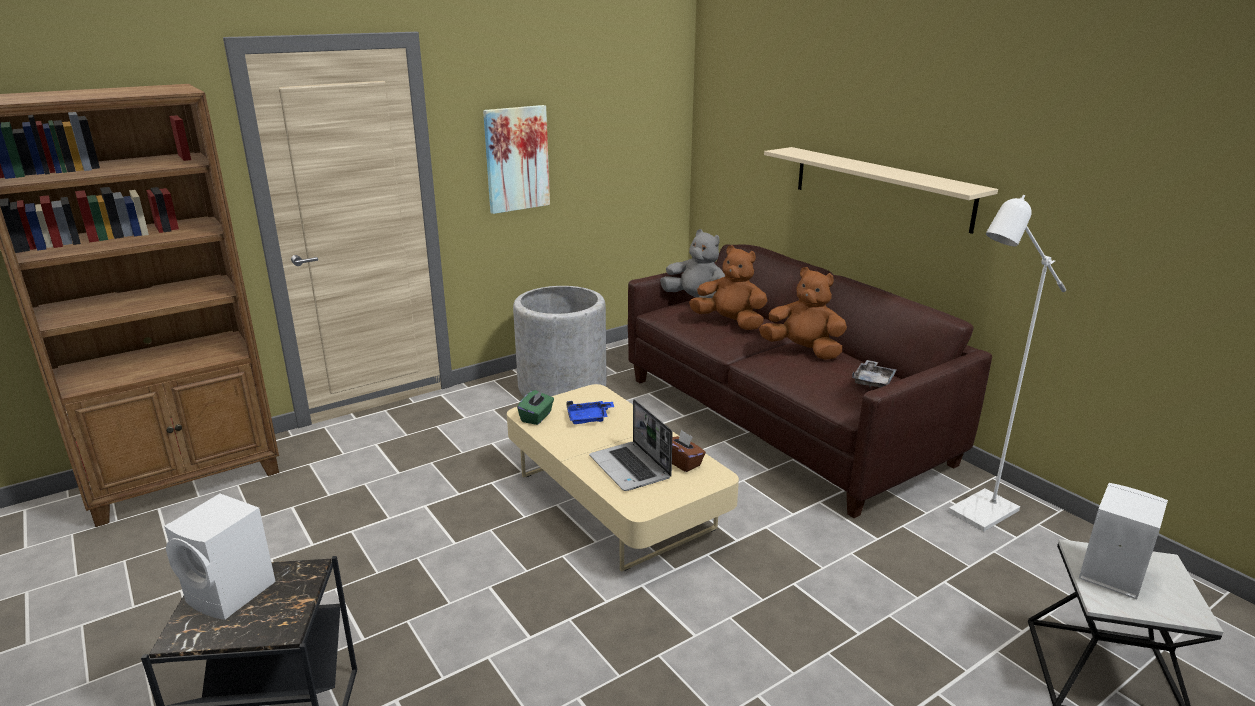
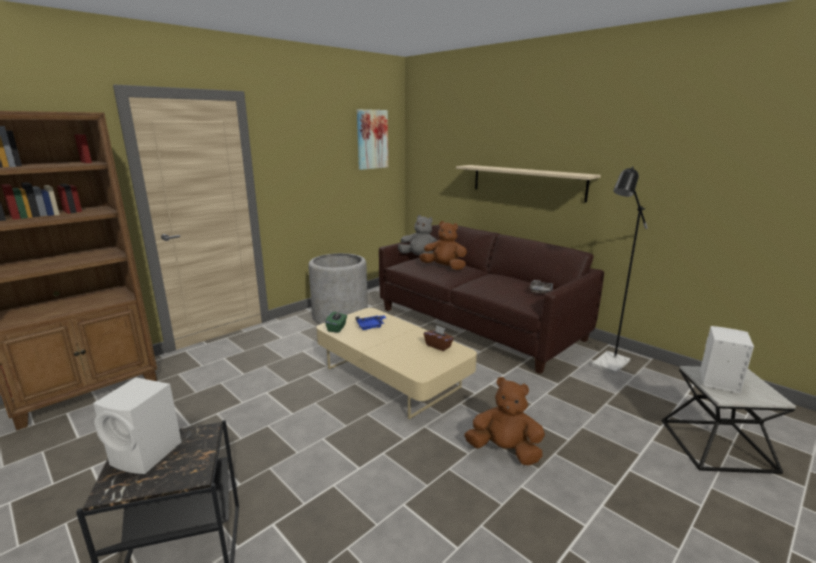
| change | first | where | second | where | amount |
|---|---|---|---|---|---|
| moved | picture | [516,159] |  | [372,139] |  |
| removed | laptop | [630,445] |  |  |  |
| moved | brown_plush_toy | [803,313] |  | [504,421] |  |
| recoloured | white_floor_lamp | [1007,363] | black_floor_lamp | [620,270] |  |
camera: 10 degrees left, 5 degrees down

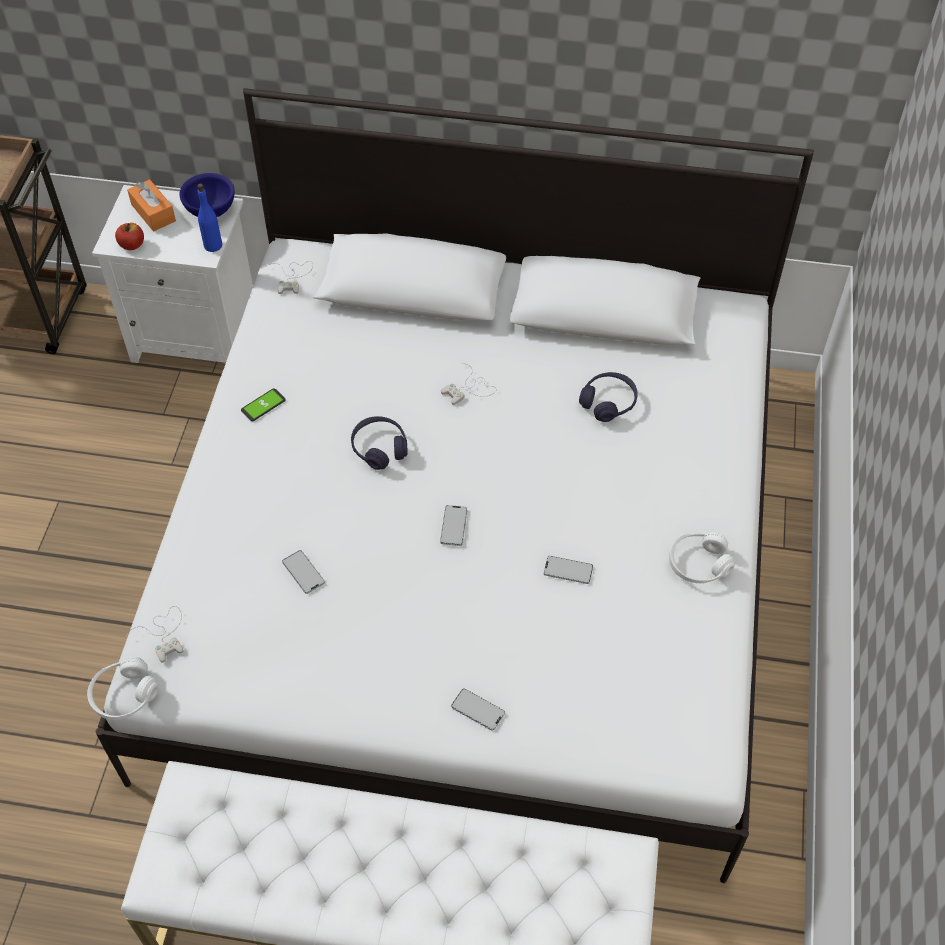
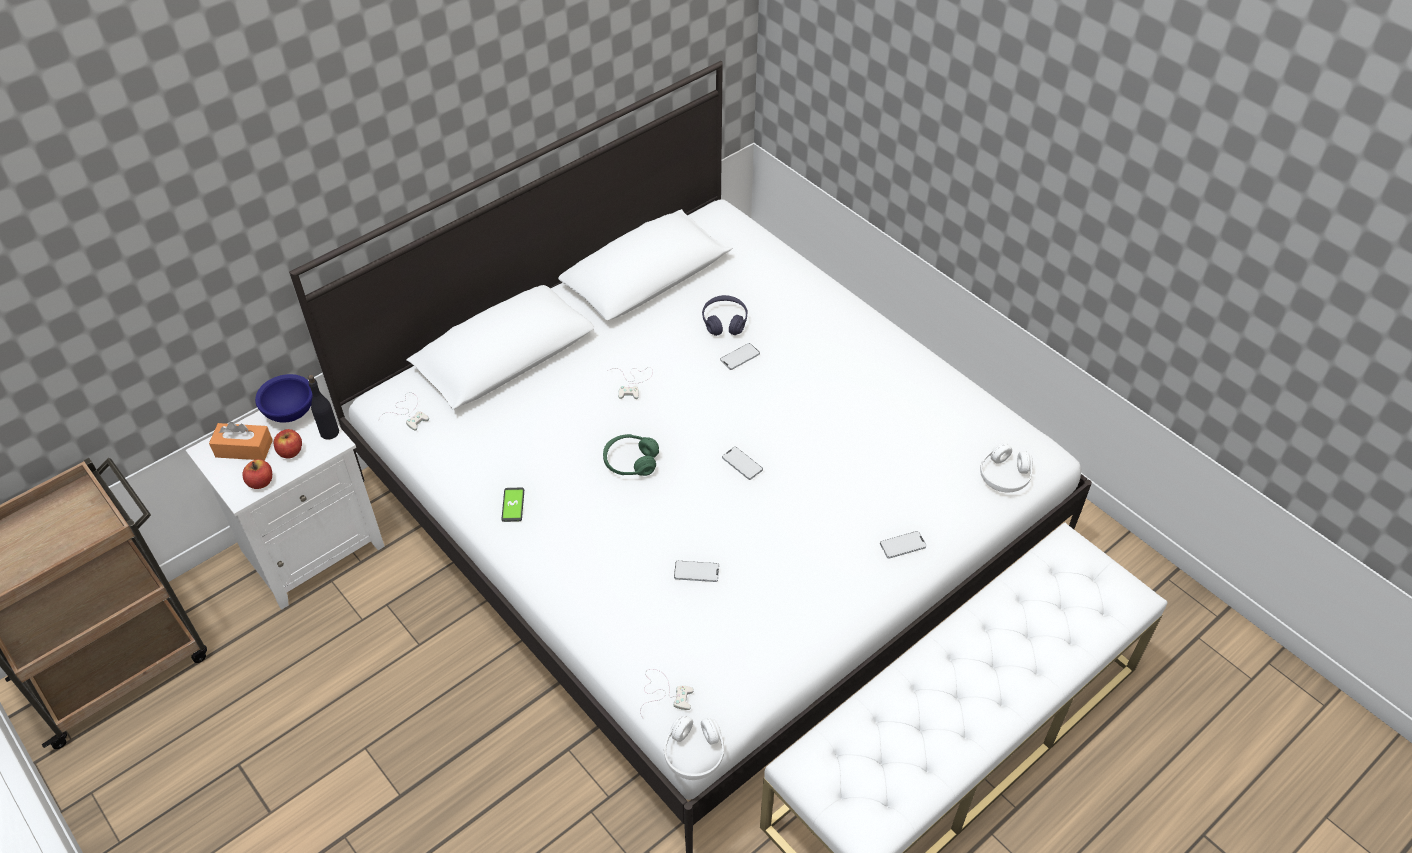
| change | first | where | second | where | amount |
|---|---|---|---|---|---|
| recoloured | blue_bottle | [209,218] | black_bottle | [323,407] |  |
| recoloured | purple_headphones | [379,443] | green_headphones | [631,455] |  |
| moved | phone | [568,570] |  | [740,356] |  |
| moved | white_headphones | [702,558] |  | [1006,467] |  |
| added |  |  | apple | [288,443] |  |
camera: 50 degrees left, 5 degrees down

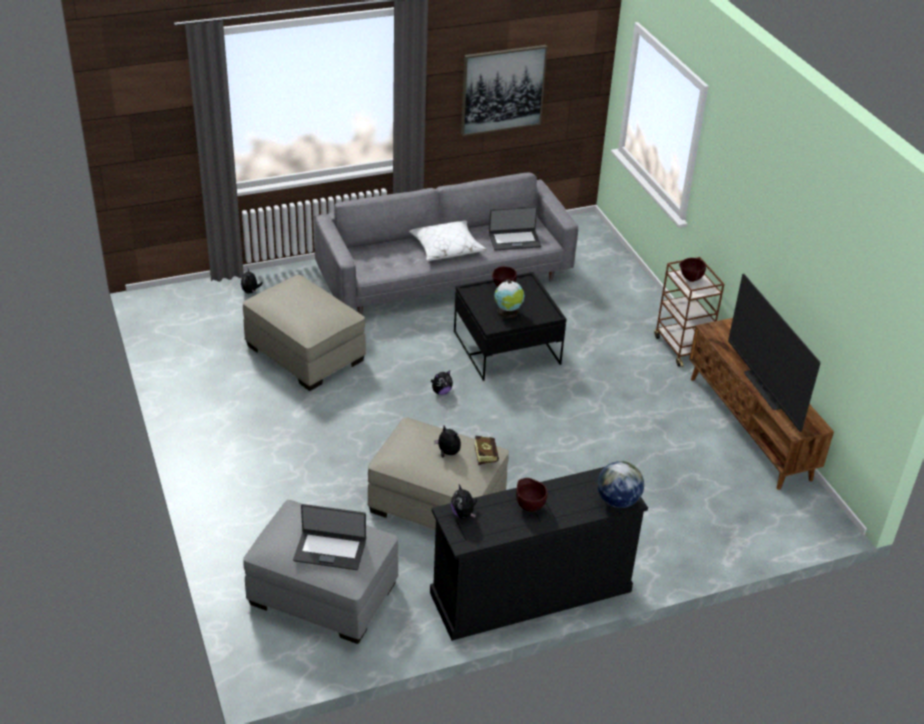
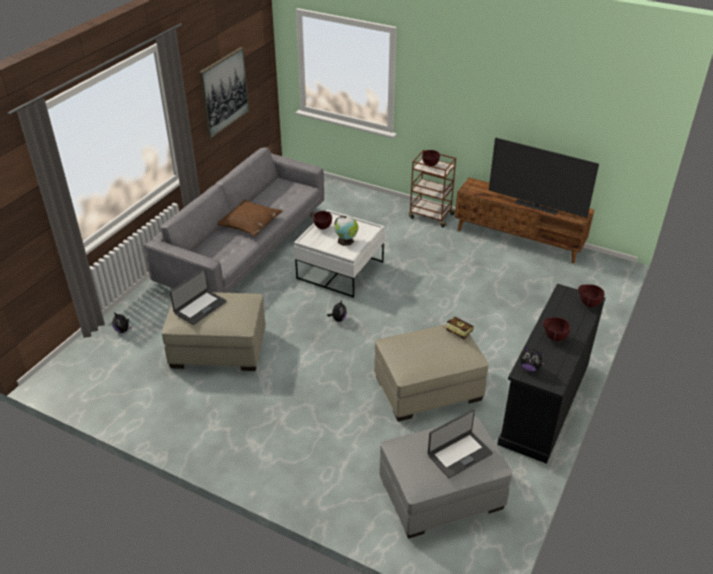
| change | first | where | second | where | amount |
|---|---|---|---|---|---|
| recoloured | white_pillow | [448,240] | brown_pillow | [250,218] |  |
| removed | plush_toy | [447,441] |  |  |  |
| recoloured | black_coffee_table | [510,326] | white_coffee_table | [339,254] |  |
| moved | laptop | [515,228] |  | [198,297] |  |
| replaced | globe | [620,484] | brown_bowl | [591,295] |  |
camera: 40 degrees left, 0 degrees up

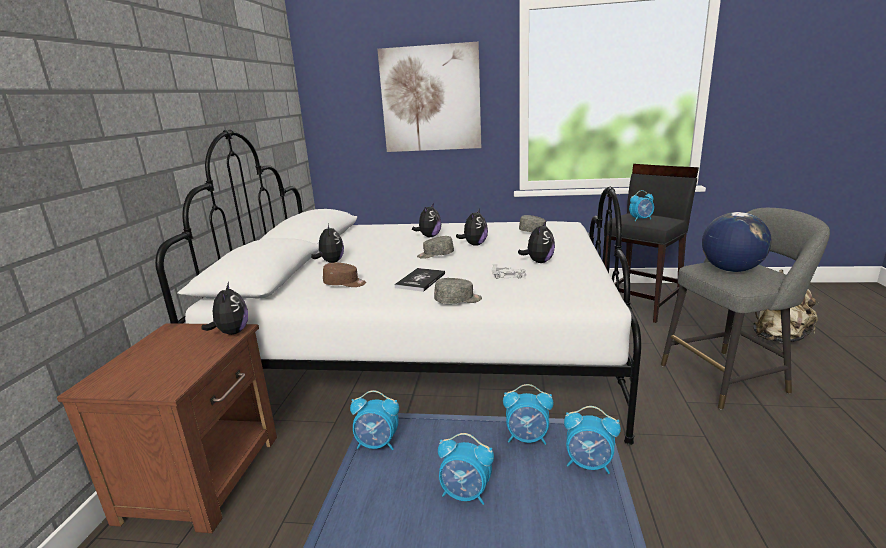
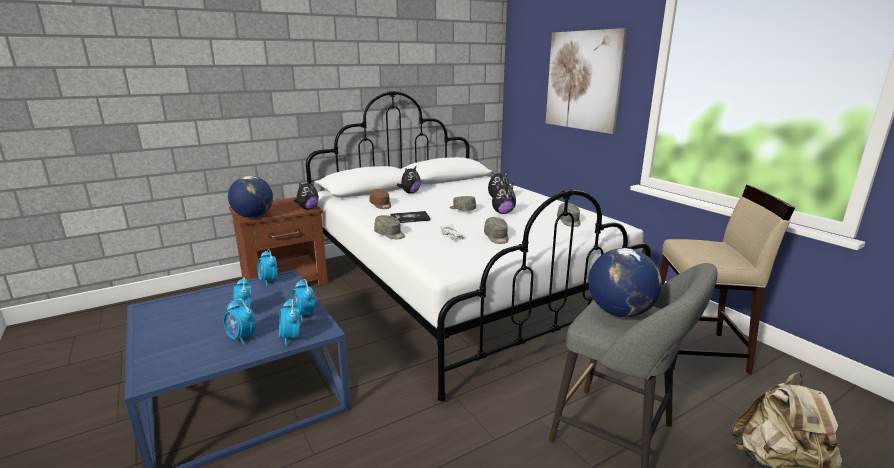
| change | first | where | second | where | amount |
|---|---|---|---|---|---|
| replaced | plush_toy | [536,242] | grey_cap | [496,230] |  |
| recoloured | black_stool | [651,243] | beige_stool | [727,279] |  |
| moved | alarm_clock | [641,205] |  | [240,322] |  |
| added |  |  | globe | [250,197] |  |
camera: 50 degrees right, 0 degrees up

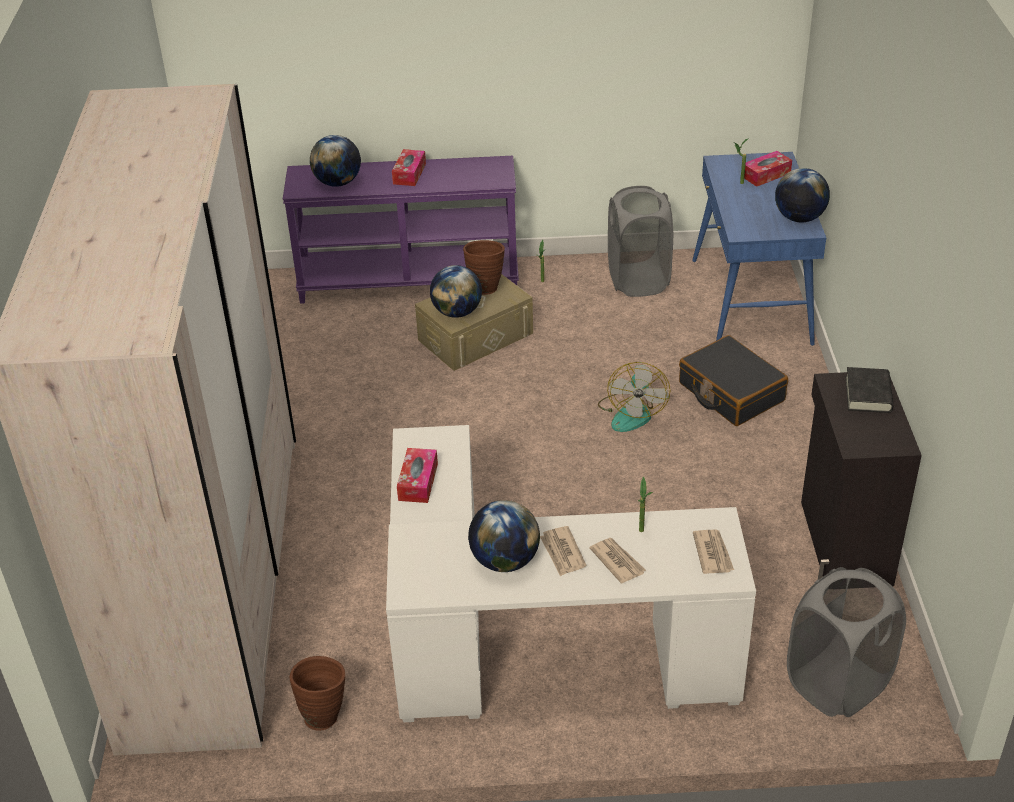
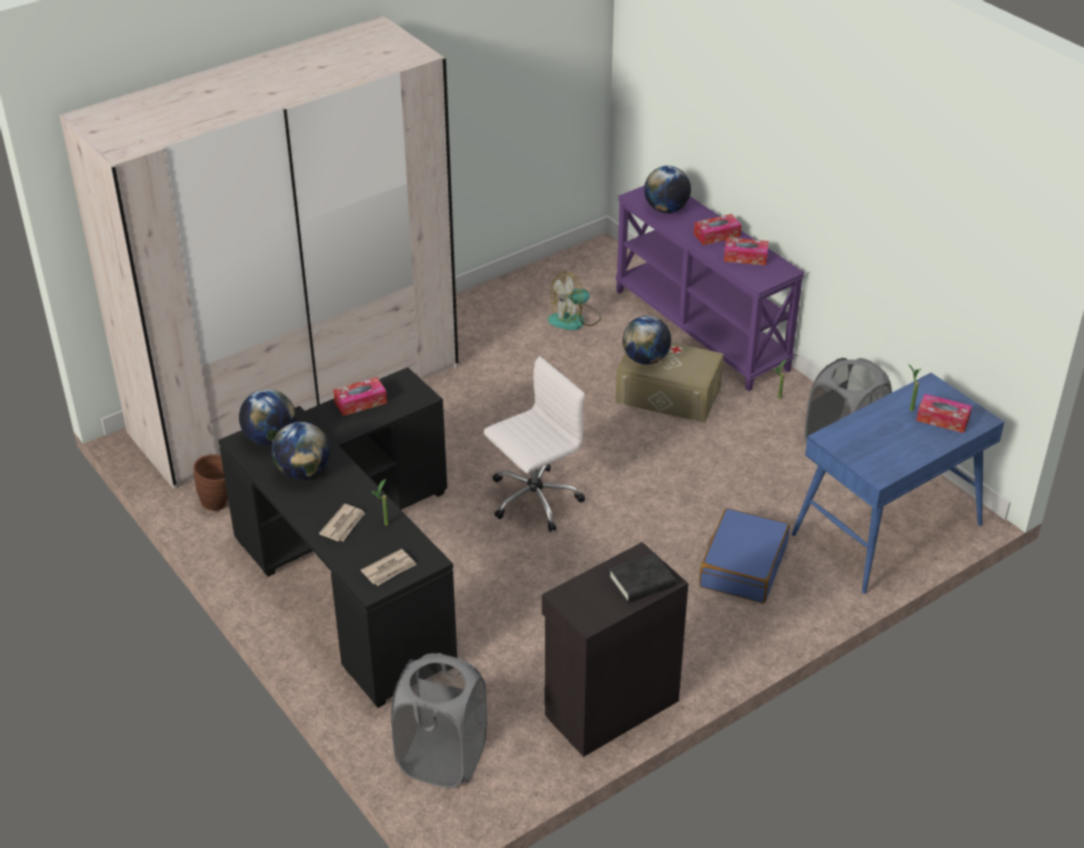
| change | first | where | second | where | amount |
|---|---|---|---|---|---|
| recoloured | white_desk | [571,573] | black_desk | [337,537] |  |
| removed | brown_vase | [484,267] |  |  |  |
| removed | newspaper | [563,551] |  |  |  |
| moved | fan | [634,397] |  | [574,300] |  |
| recoloured | black_suitcase | [733,380] | blue_suitcase | [744,555] |  |
| moved | globe | [802,195] |  | [267,417] |  |
| added |  |  | white_office_chair | [534,444] |  |
| added |  |  | tissue_box | [746,251] |  |
camera: 55 degrees right, 0 degrees up

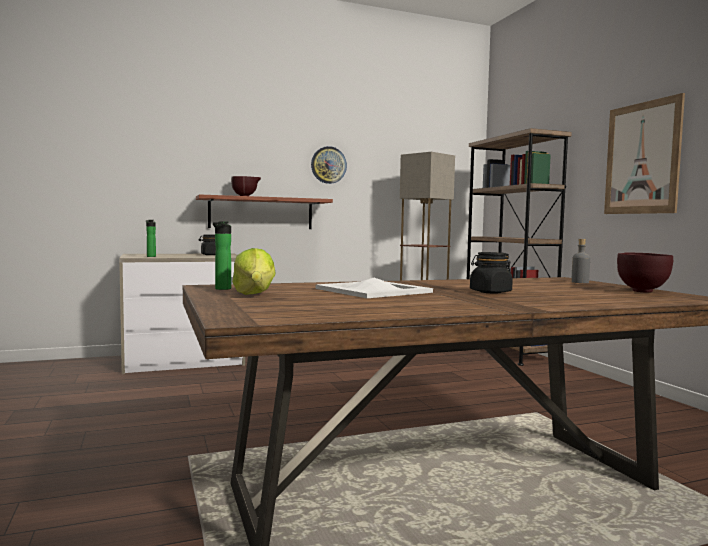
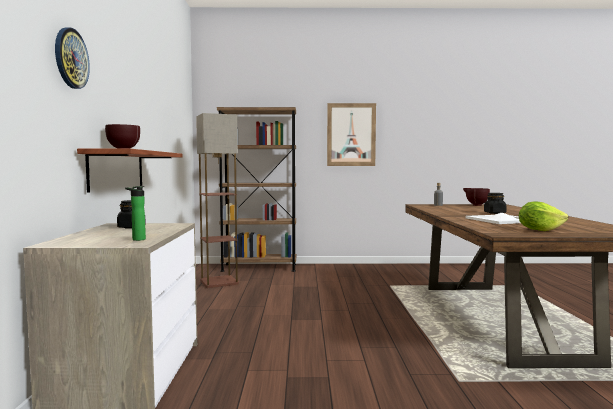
| change | first | where | second | where | amount |
|---|---|---|---|---|---|
| removed | bottle | [222,255] |  |  |  |
| moved | wall_clock | [329,165] |  | [72,58] |  |
camera: 70 degrees left, 0 degrees up

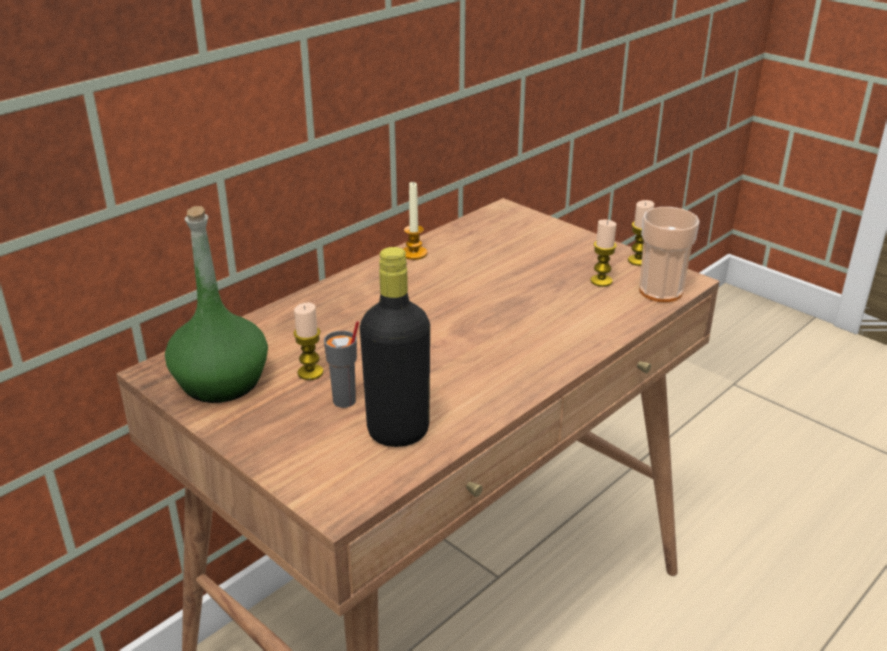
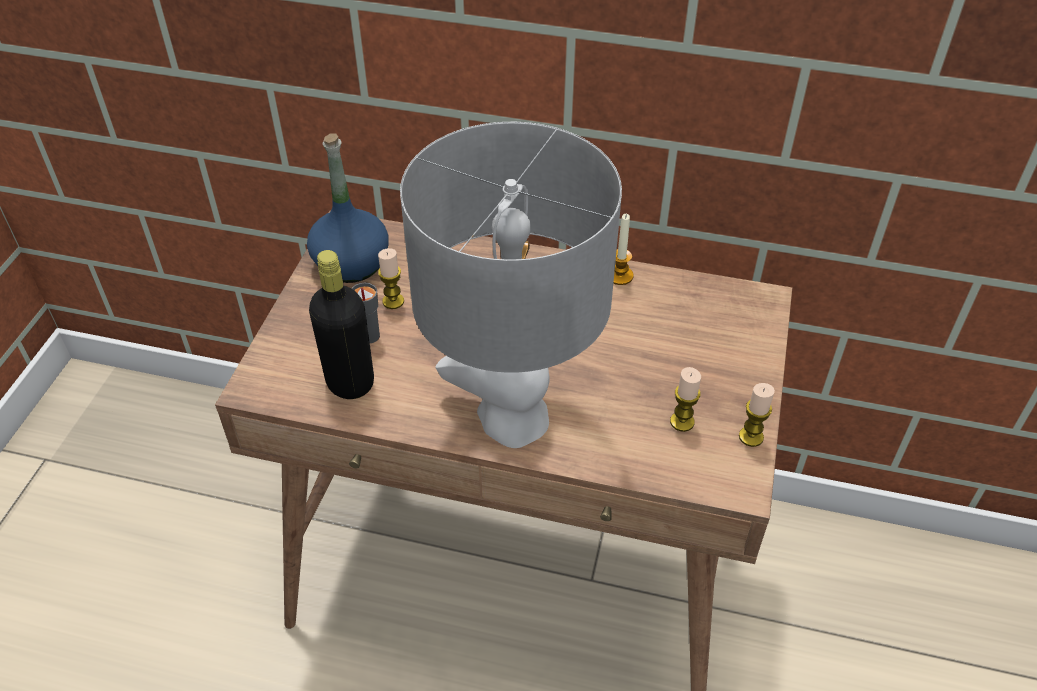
| change | first | where | second | where | amount |
|---|---|---|---|---|---|
| recoloured | green_bottle | [216,304] | blue_bottle | [348,208] |  |
| removed | cup | [669,254] |  |  |  |
| added |  |  | grey_table_lamp | [511,285] |  |
camera: 60 degrees right, 15 degrees up

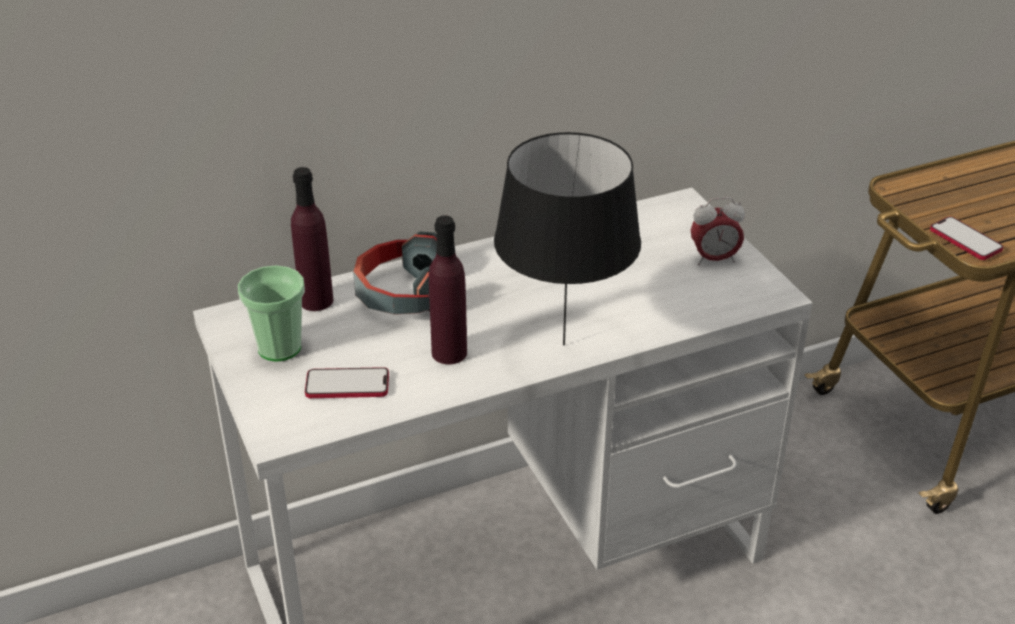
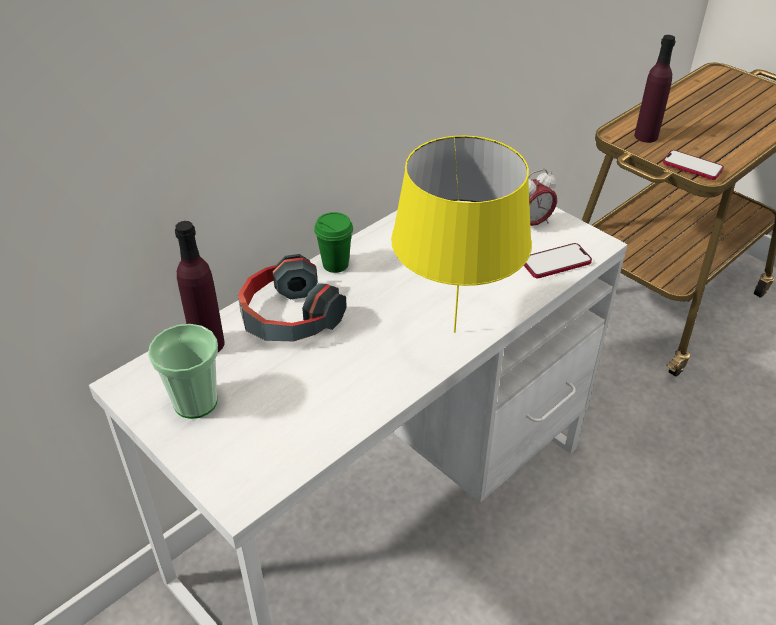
| change | first | where | second | where | amount |
|---|---|---|---|---|---|
| moved | phone | [347,382] |  | [558,260] |  |
| moved | purple_bottle | [448,289] |  | [655,89] |  |
| recoloured | black_table_lamp | [567,238] | yellow_table_lamp | [461,234] |  |
| added |  |  | green_cup | [333,242] |  |
camera: 20 degrees left, 5 degrees up

